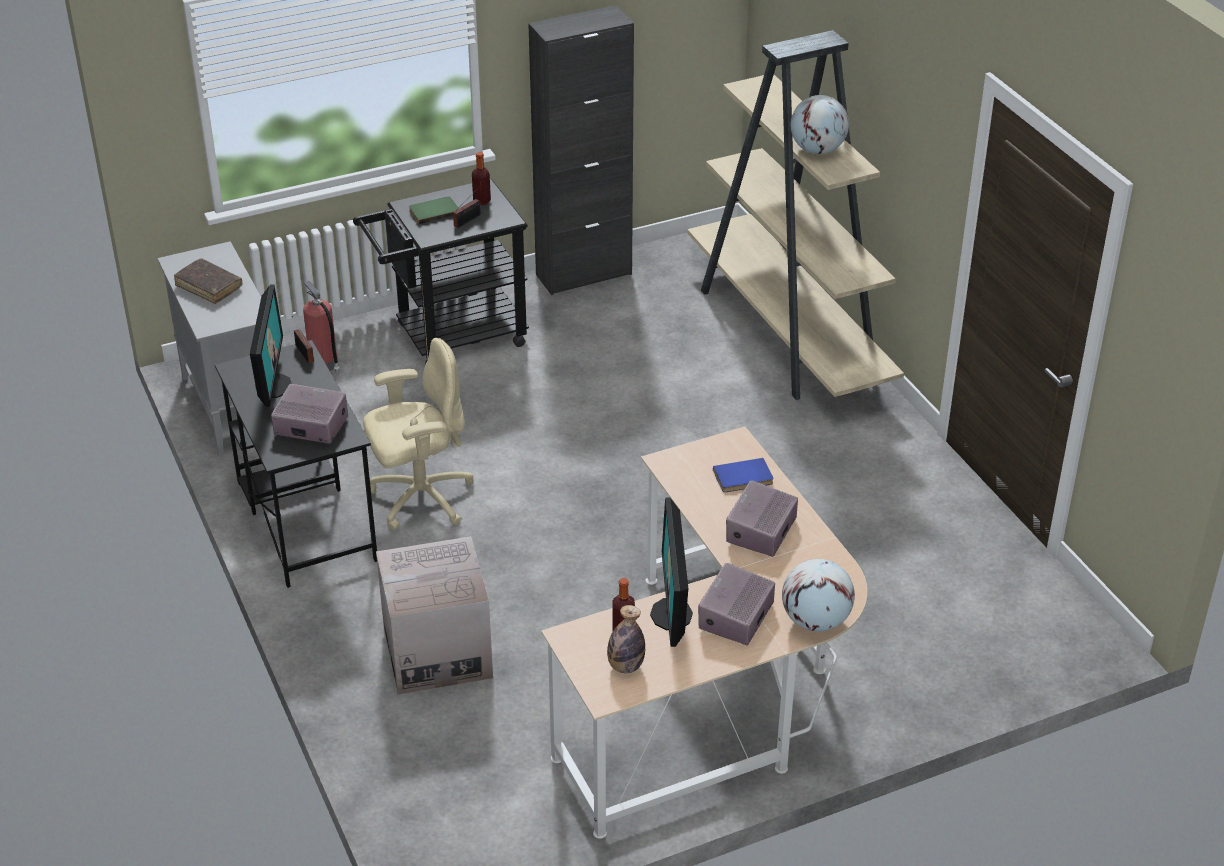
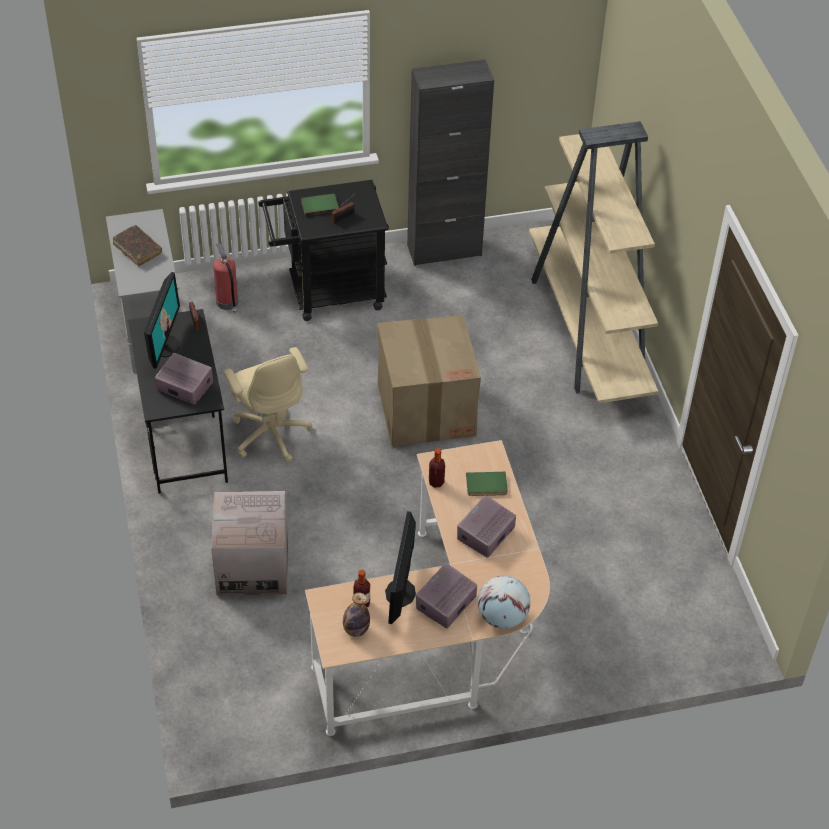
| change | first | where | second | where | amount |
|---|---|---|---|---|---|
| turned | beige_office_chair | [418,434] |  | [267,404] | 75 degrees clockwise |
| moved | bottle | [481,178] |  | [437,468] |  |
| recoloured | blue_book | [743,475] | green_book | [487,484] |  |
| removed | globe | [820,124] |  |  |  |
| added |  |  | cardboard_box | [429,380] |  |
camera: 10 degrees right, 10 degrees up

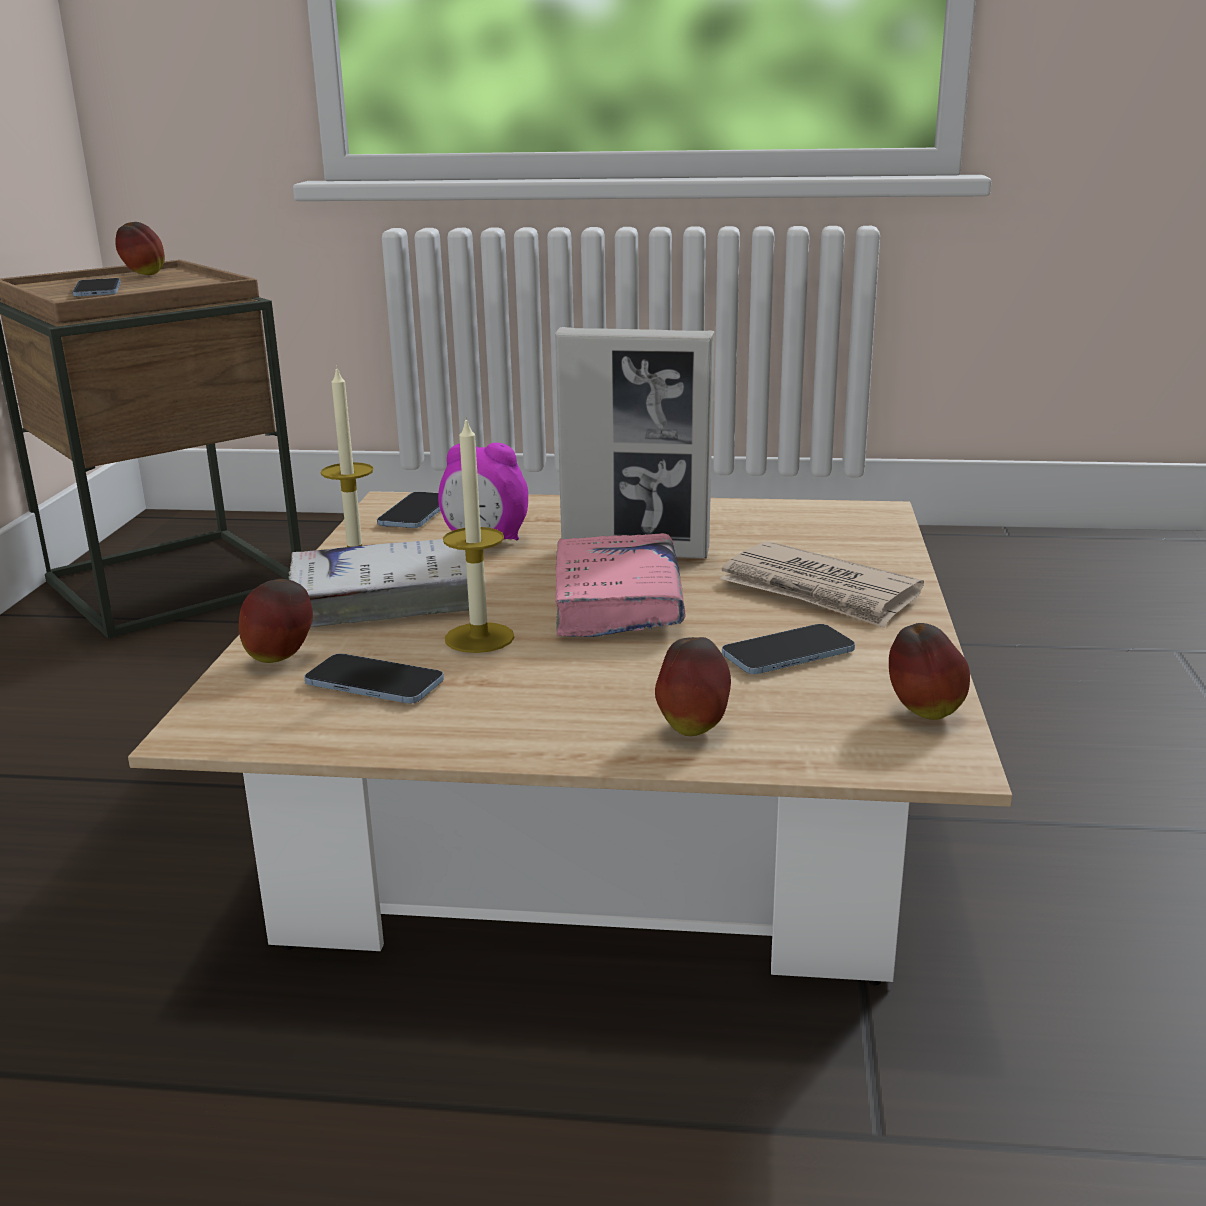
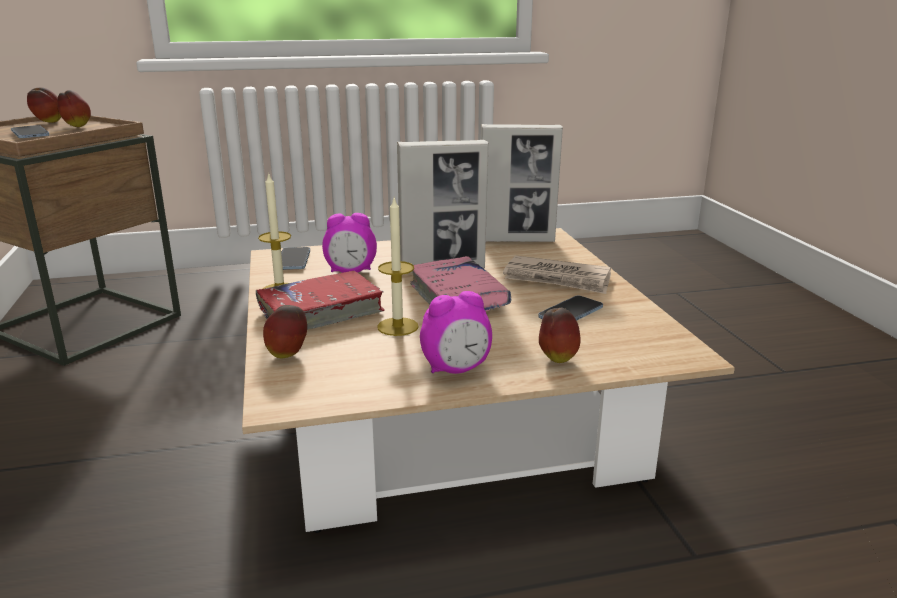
| change | first | where | second | where | amount |
|---|---|---|---|---|---|
| recoloured | white_book | [378,583] | red_book | [320,300] |  |
| removed | phone | [374,678] |  |  |  |
| moved | apple | [929,671] |  | [74,108] |  |
| added |  |  | alarm_clock | [456,332] |  |
| added |  |  | picture_frame | [522,183] |  |
camera: 20 degrees left, 0 degrees up

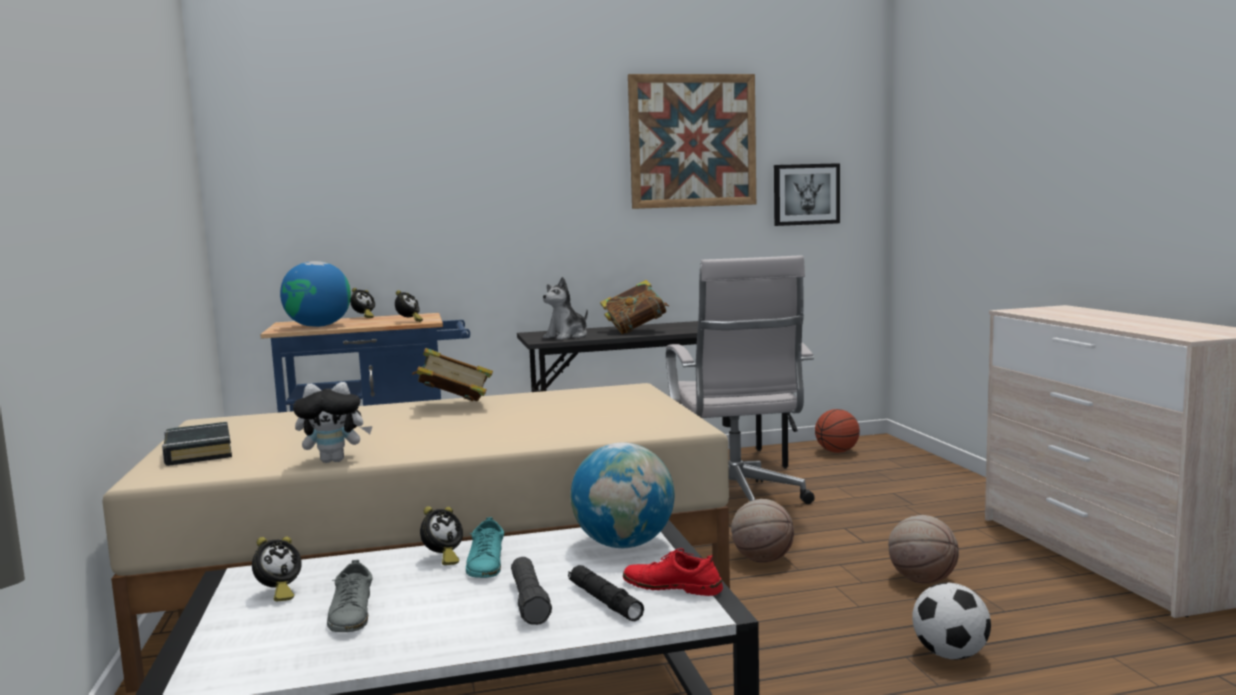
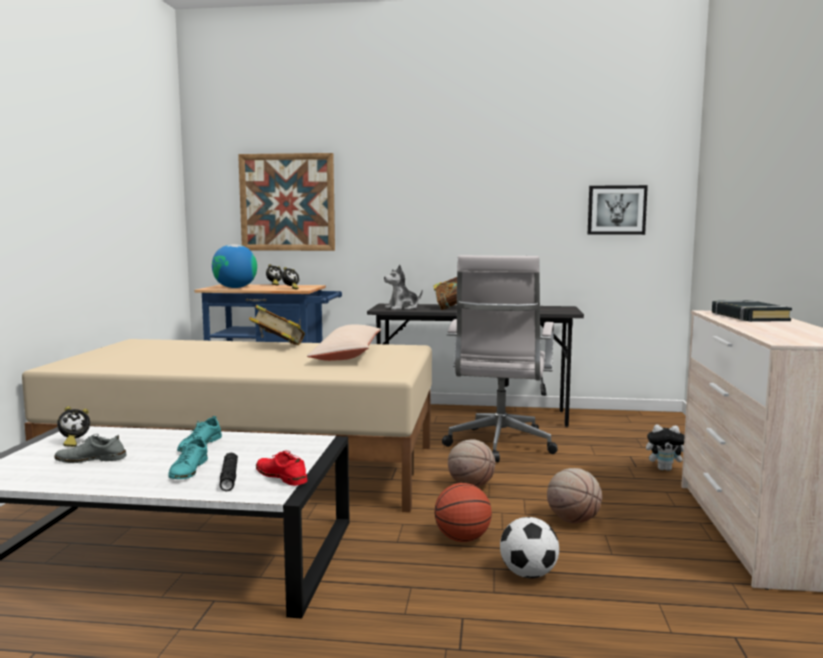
| change | first | where | second | where | amount |
|---|---|---|---|---|---|
| moved | black_book | [197,444] |  | [752,311] |  |
| moved | plush_toy | [333,422] |  | [665,447] |  |
| turned | grey_shoe | [350,596] |  | [90,448] | 75 degrees clockwise |
| removed | alarm_clock | [441,535] |  |  |  |
| replaced | black_flashlight | [531,591] | turquoise_shoe | [188,457] |  |
| removed | globe | [622,495] |  |  |  |
| moved | picture | [692,141] |  | [286,202] |  |
| moved | basketball | [837,431] |  | [463,512] |  |
| added |  |  | beige_pillow | [344,343] |  |
camera: 20 degrees right, 0 degrees up

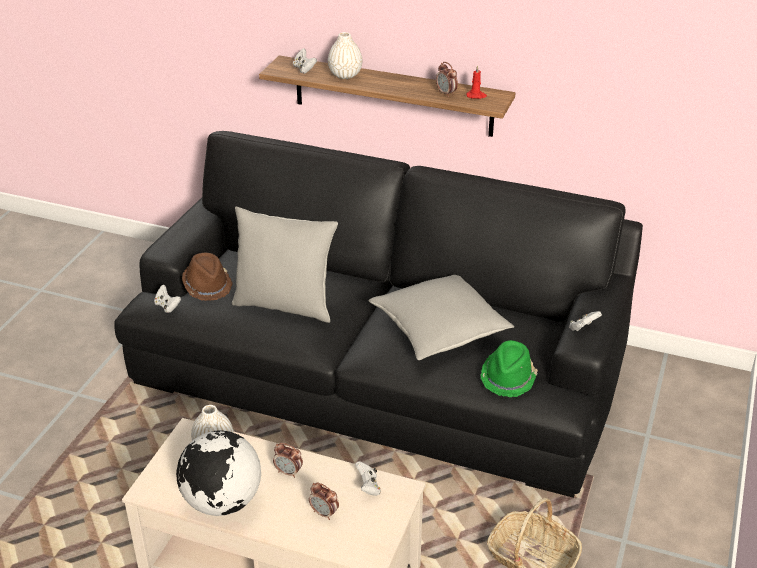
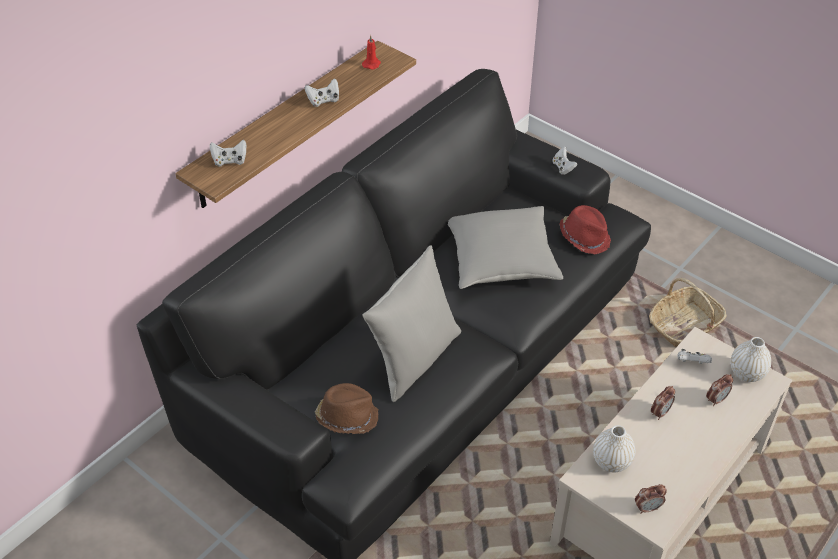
| change | first | where | second | where | amount |
|---|---|---|---|---|---|
| moved | white_game_controller | [167,299] |  | [322,92] |  |
| removed | globe | [218,473] |  |  |  |
| moved | white_vase | [345,55] |  | [751,359] |  |
| moved | alarm_clock | [447,79] |  | [651,499] |  |
| recoloured | green_hat | [509,368] | red_hat | [585,229] |  |
camera: 70 degrees left, 10 degrees up

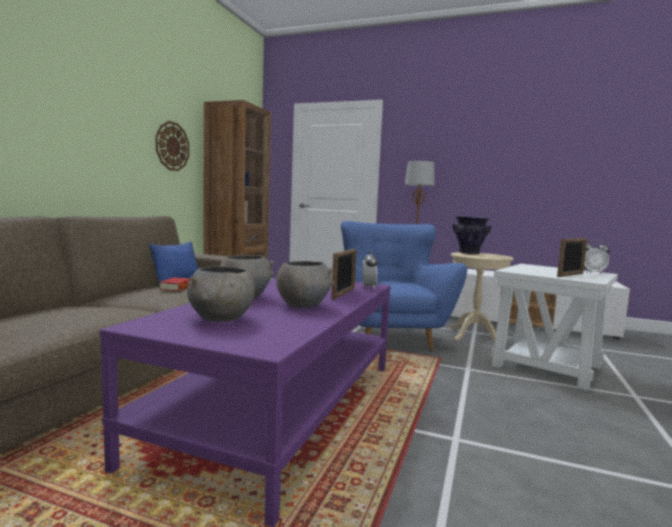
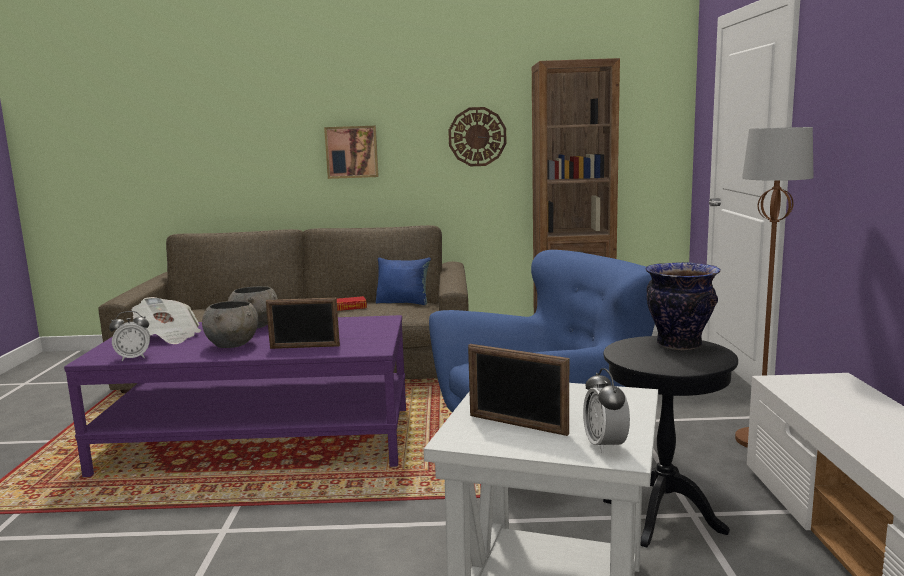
| change | first | where | second | where | amount |
|---|---|---|---|---|---|
| replaced | grey_bowl | [221,294] | newspaper | [166,320] |  |
| moved | alarm_clock | [370,269] |  | [129,336] |  |
| recoloured | beige_side_table | [482,297] | black_side_table | [670,442] |  |
| added |  |  | picture | [351,152] |  |
camera: 70 degrees right, 5 degrees up

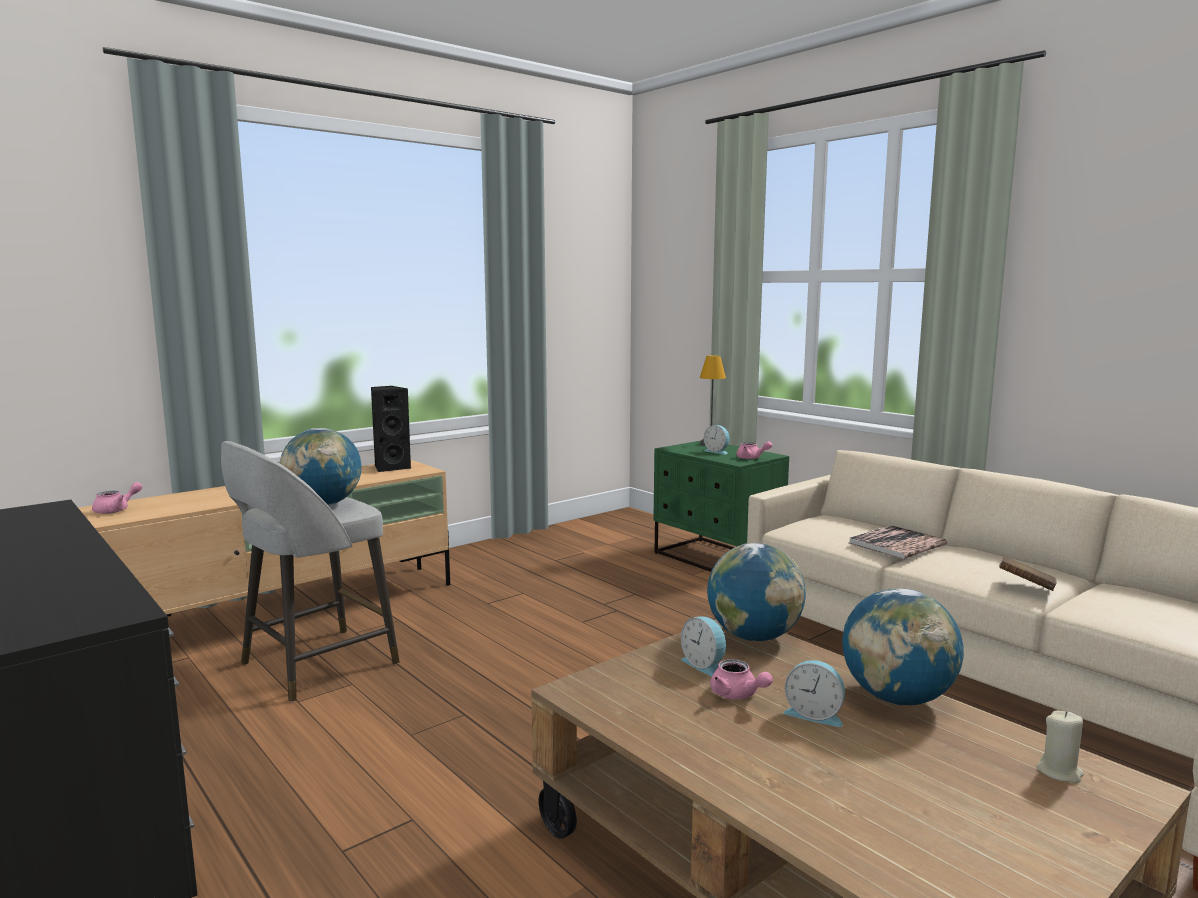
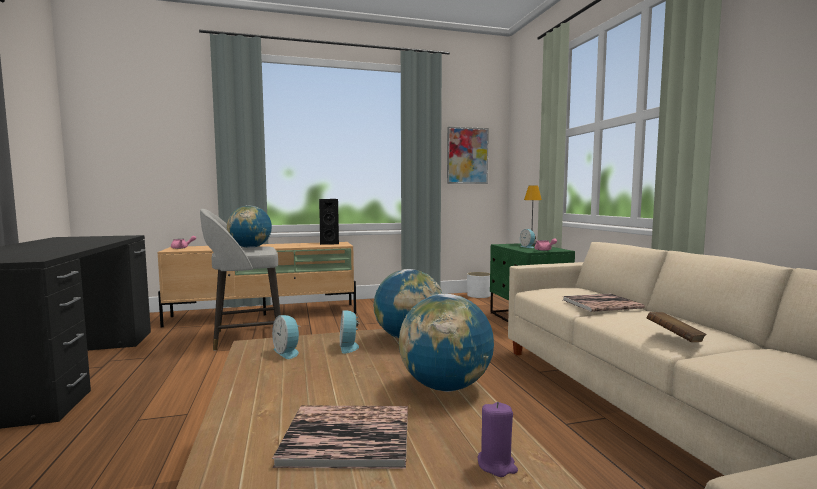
| change | first | where | second | where | amount |
|---|---|---|---|---|---|
| removed | pink_teapot | [741,679] |  |  |  |
| moved | alarm_clock | [814,693] |  | [285,337] |  |
| recoloured | beige_candle | [1060,747] | purple_candle | [498,439] |  |
| added |  |  | book | [340,437] |  |
| added |  |  | picture | [468,155] |  |
| added |  |  | white_planter | [479,285] |  |
camera: 25 degrees right, 5 degrees down

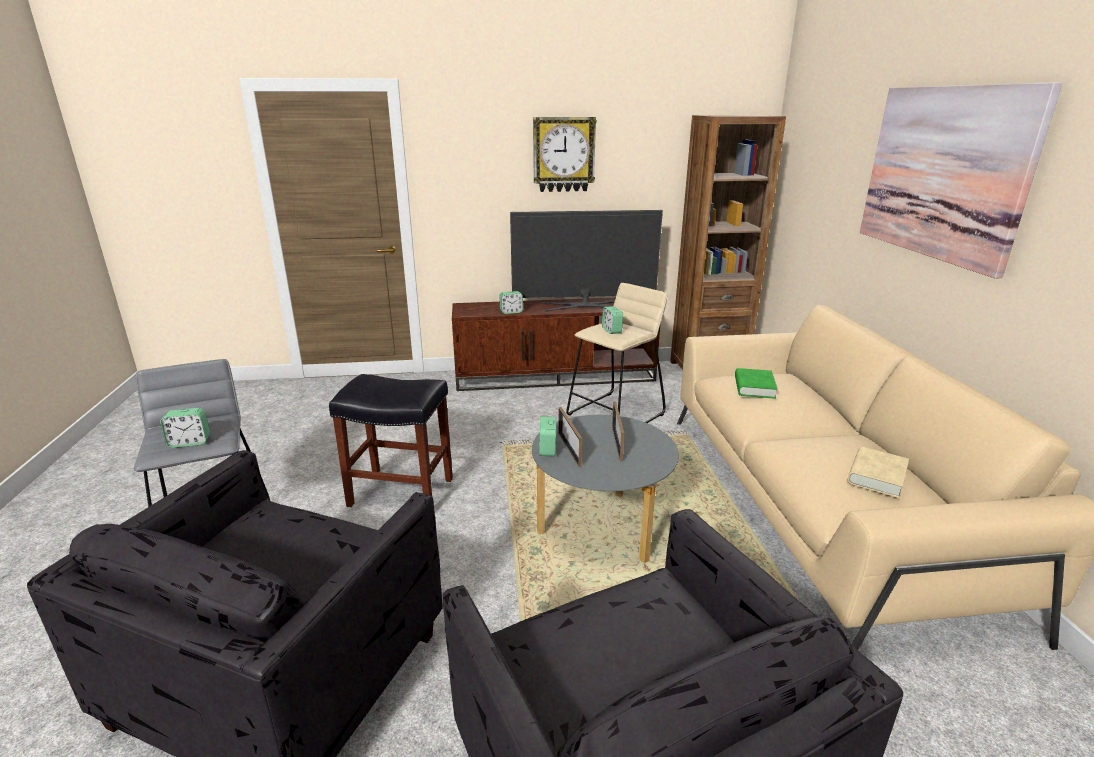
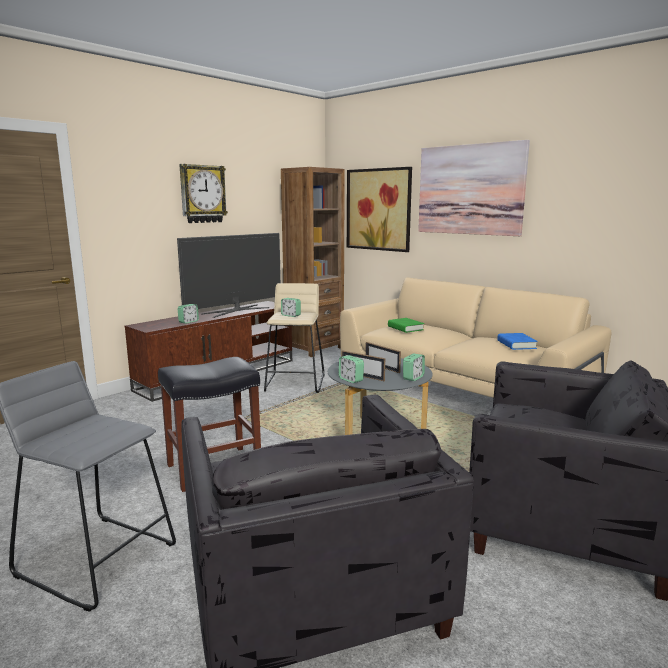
| change | first | where | second | where | amount |
|---|---|---|---|---|---|
| moved | alarm_clock | [185,428] |  | [414,367] |  |
| recoloured | beige_book | [878,472] | blue_book | [517,341] |  |
| added |  |  | picture | [379,209] |  |
camera: 40 degrees left, 10 degrees down

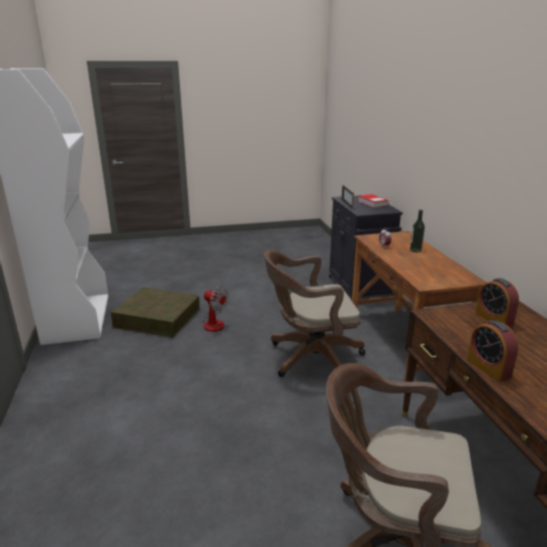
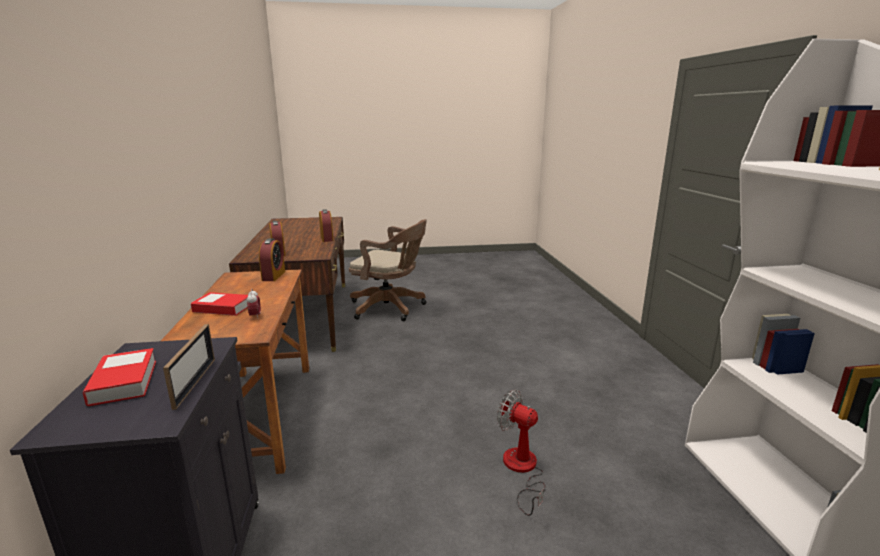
| change | first | where | second | where | amount |
|---|---|---|---|---|---|
| removed | brown_storage_box | [155,312] |  |  |  |
| removed | brown_office_chair | [314,313] |  |  |  |
| replaced | bottle | [417,231] | book | [219,304] |  |
| added |  |  | alarm_clock | [272,260] |  |
camera: 175 degrees left, 5 degrees down

